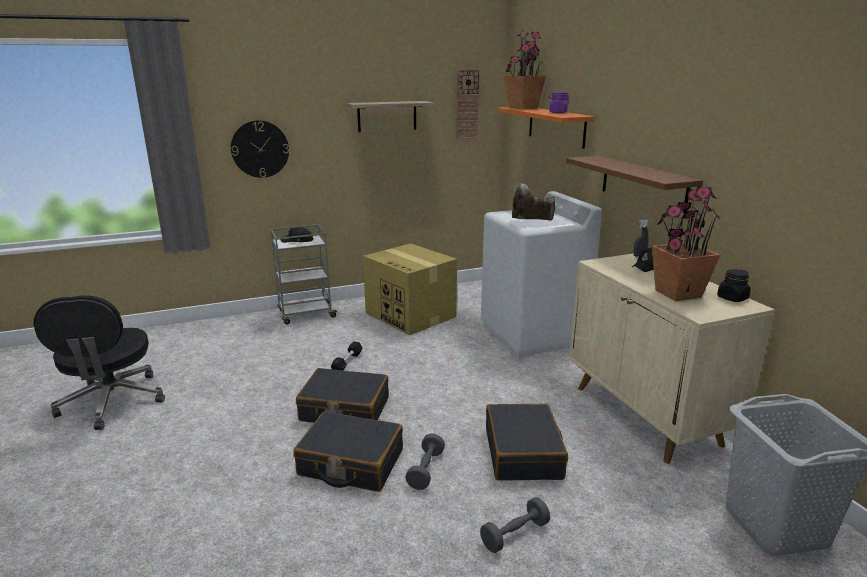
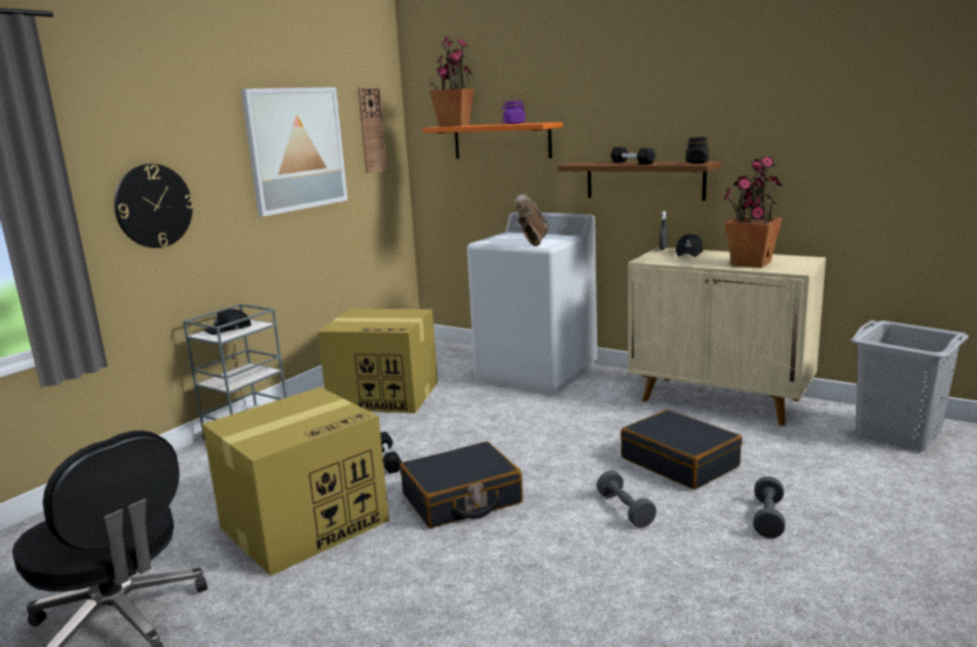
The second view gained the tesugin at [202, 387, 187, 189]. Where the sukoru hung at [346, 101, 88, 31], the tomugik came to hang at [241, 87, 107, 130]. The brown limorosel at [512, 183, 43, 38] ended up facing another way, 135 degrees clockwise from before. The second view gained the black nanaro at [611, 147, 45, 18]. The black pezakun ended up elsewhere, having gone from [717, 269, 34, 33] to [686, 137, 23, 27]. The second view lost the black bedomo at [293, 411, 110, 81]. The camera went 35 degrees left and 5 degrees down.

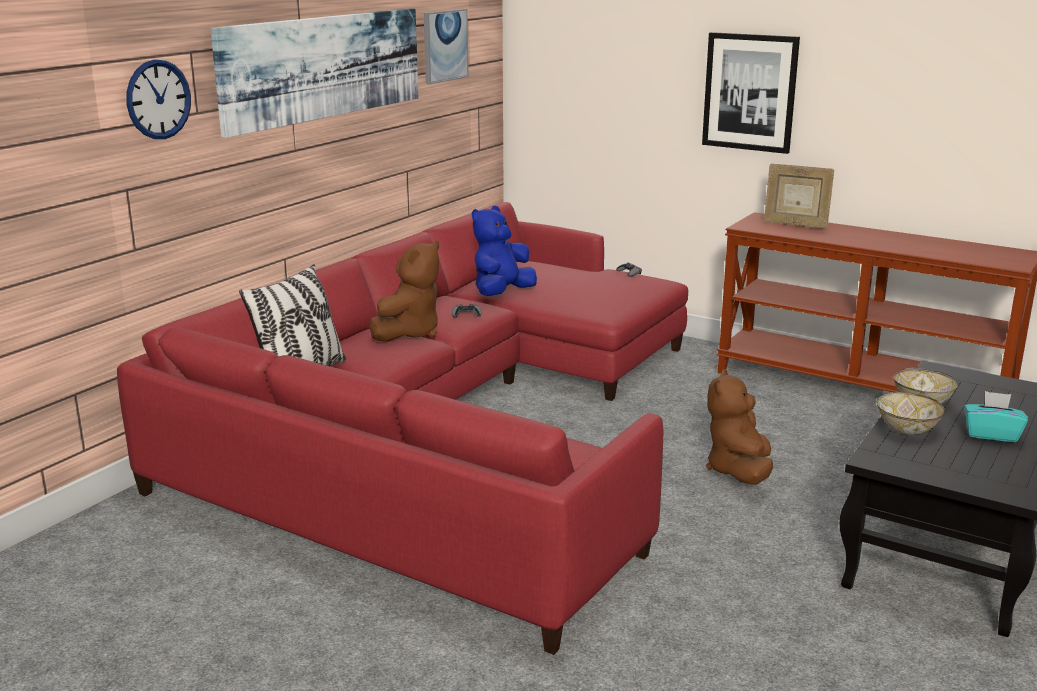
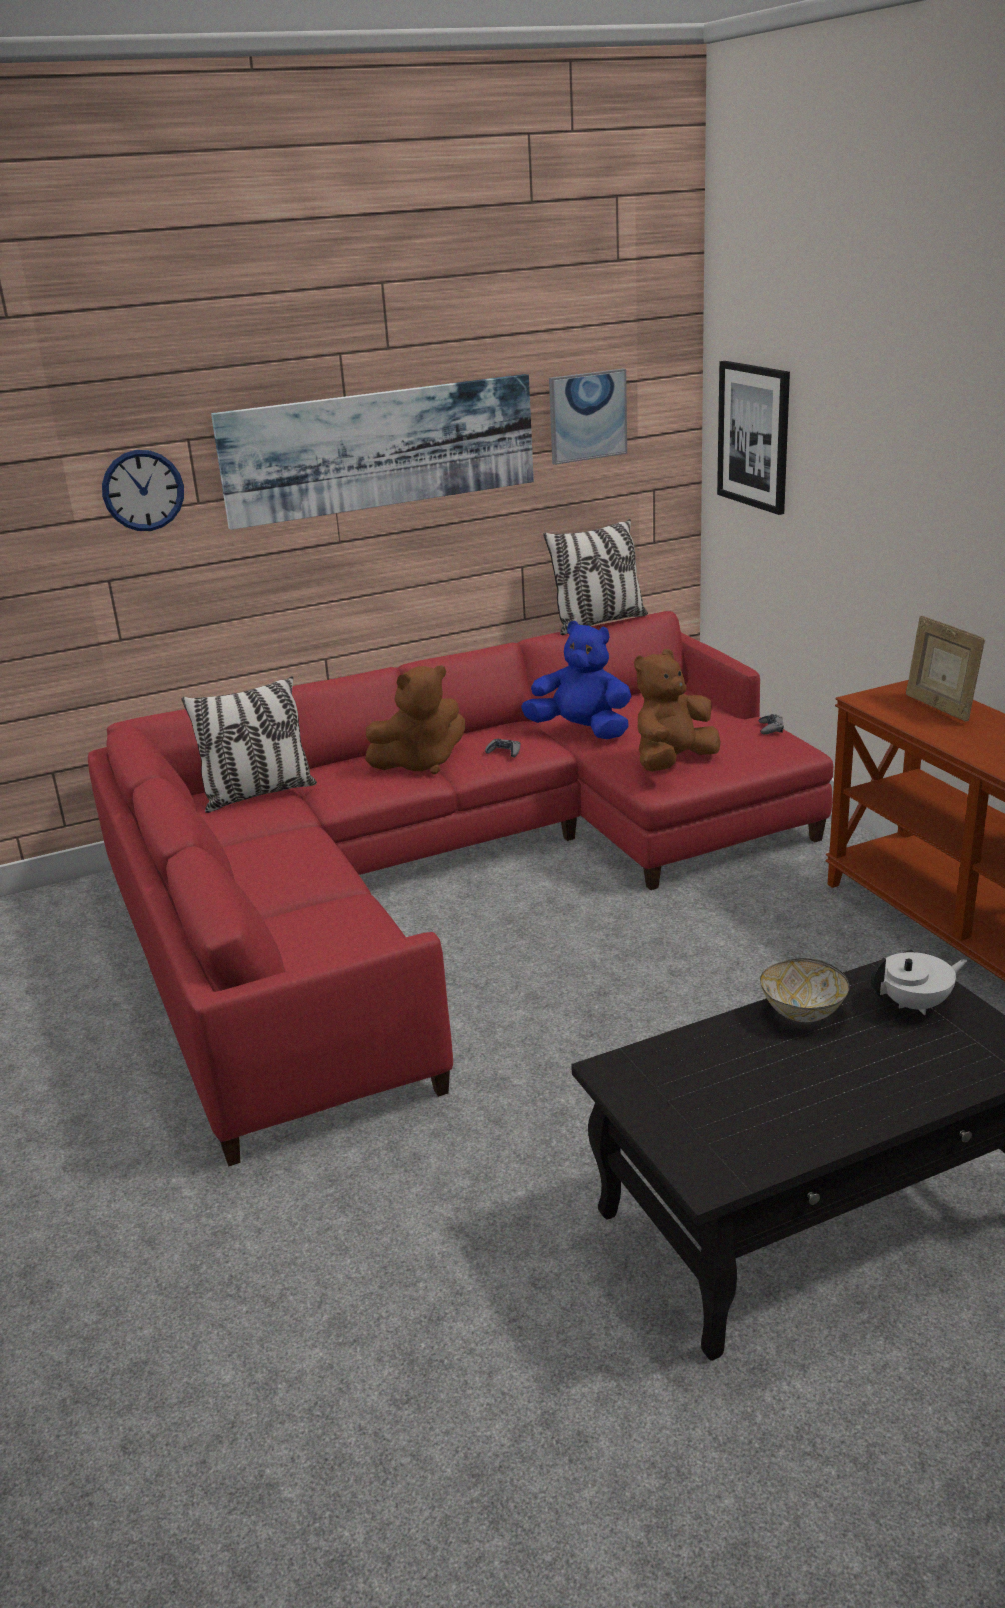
The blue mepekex at [472, 206, 65, 90] ended up facing another way, 45 degrees clockwise from before. The second view gained the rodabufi at [543, 519, 105, 116]. The brown mepekex ended up elsewhere, having gone from [706, 369, 67, 116] to [634, 649, 87, 123]. The tomugik ended up elsewhere, having gone from [702, 32, 98, 122] to [717, 361, 73, 154]. The second view gained the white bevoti at [871, 952, 96, 63]. The second view lost the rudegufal at [877, 392, 68, 43]. The second view lost the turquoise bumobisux at [964, 391, 64, 51]. The camera went 35 degrees right and 5 degrees up.

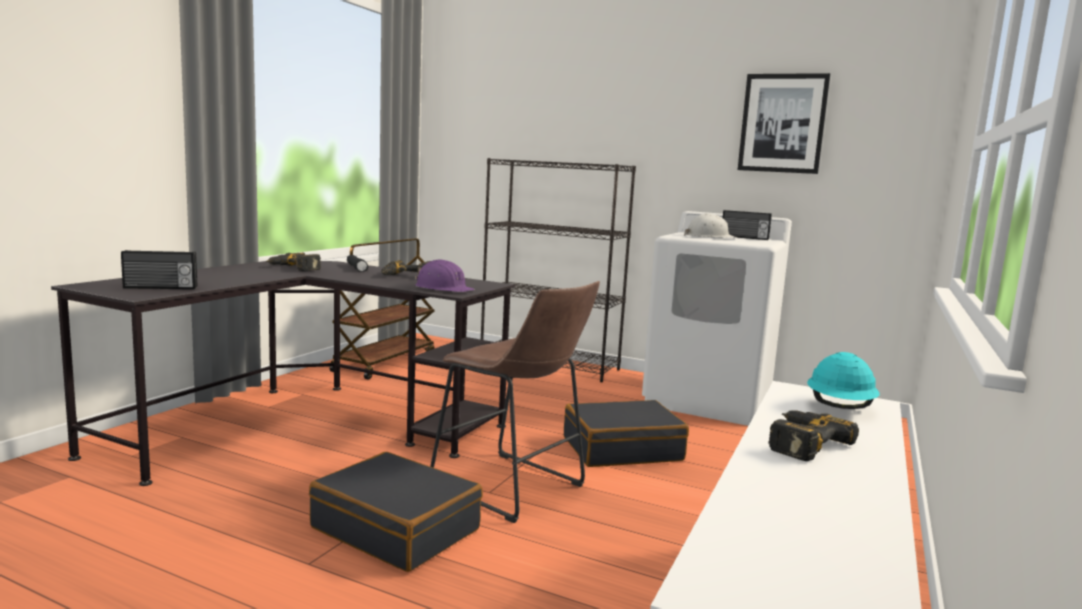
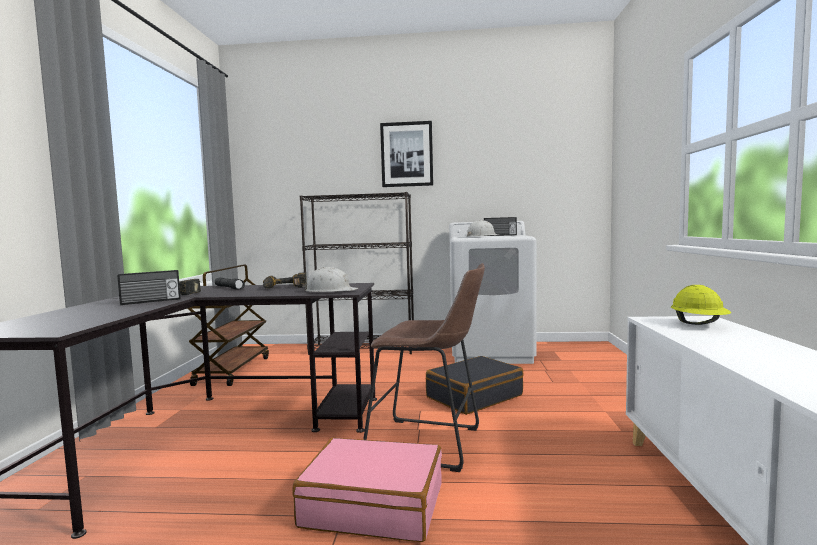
The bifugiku ended up elsewhere, having gone from [121, 250, 76, 39] to [117, 270, 64, 35]. What was the black bedomo at [309, 452, 174, 120] turned into the pink bedomo at [293, 438, 149, 104]. What was the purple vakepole at [415, 260, 60, 32] turned into the white vakepole at [302, 267, 56, 25]. The tomugik ended up elsewhere, having gone from [738, 73, 92, 101] to [380, 121, 53, 66]. What was the turquoise vakepole at [807, 352, 73, 57] turned into the yellow vakepole at [671, 285, 60, 40]. The second view lost the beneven at [768, 410, 91, 51]. The camera went 20 degrees left and 5 degrees down.

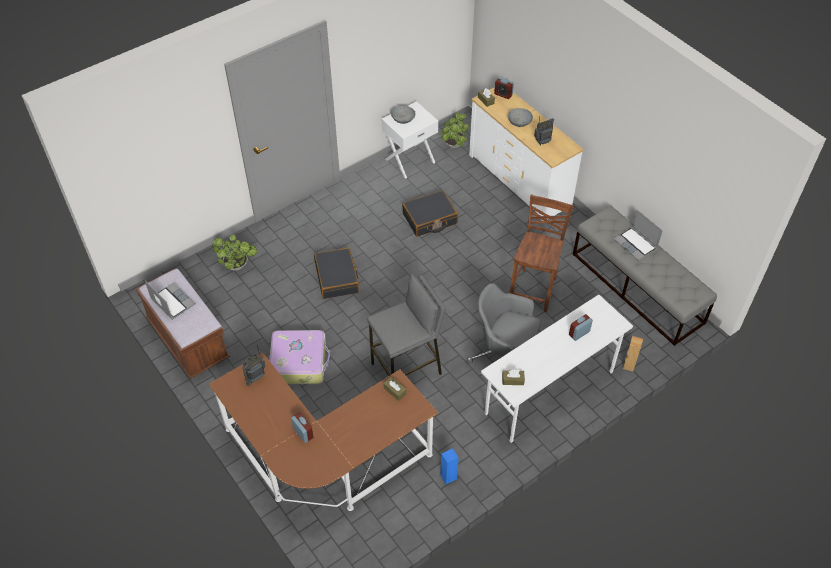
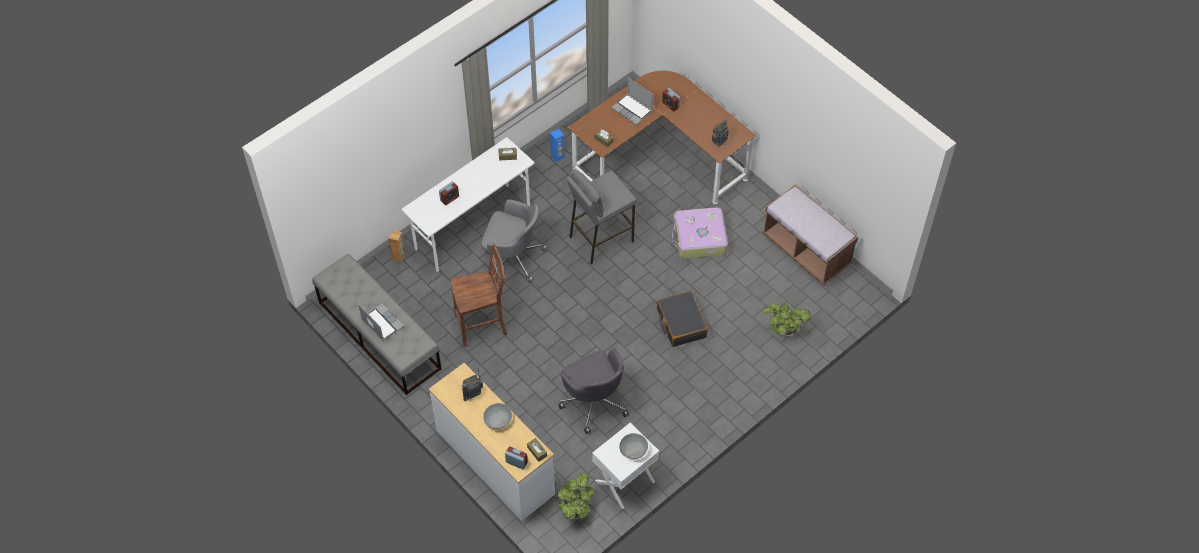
The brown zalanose at [510, 194, 64, 118] ended up facing another way, 120 degrees counterclockwise from before. Where the black bedomo stood at [402, 190, 56, 47], the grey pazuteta came to stand at [558, 348, 71, 86]. The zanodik ended up elsewhere, having gone from [144, 280, 51, 40] to [612, 78, 41, 47]. The camera went 175 degrees right and 5 degrees up.

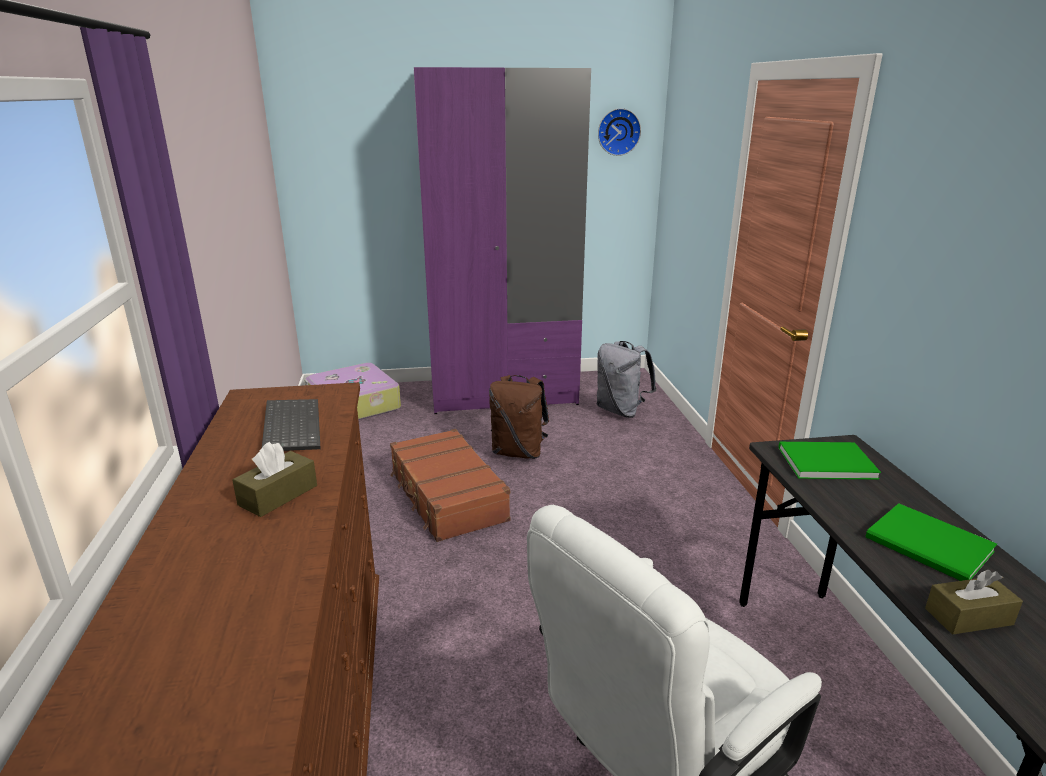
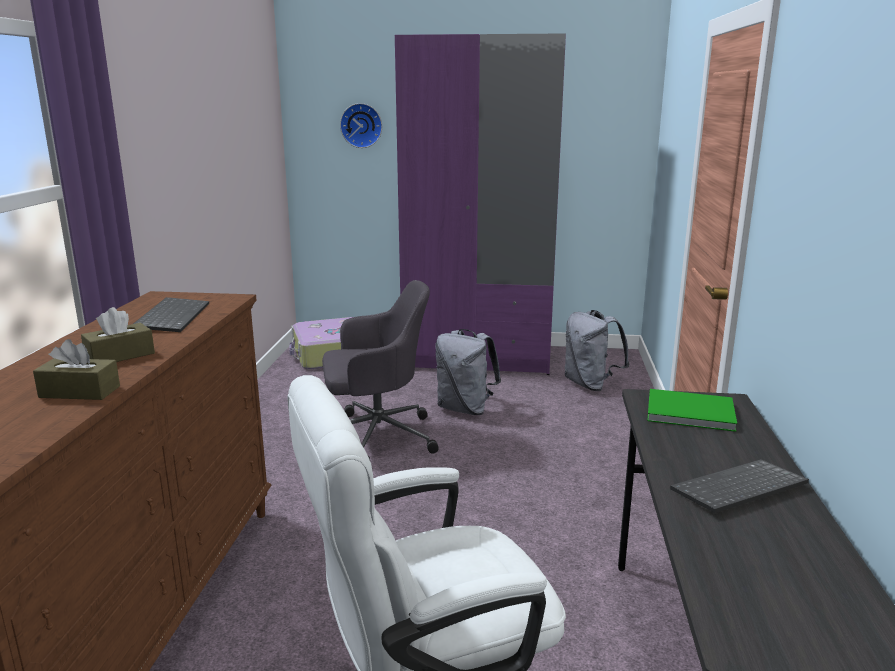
The brown bumobisux ended up elsewhere, having gone from [925, 570, 98, 65] to [33, 339, 87, 61]. Where the brown bedomo stood at [390, 429, 120, 113], the grey pazuteta came to stand at [322, 280, 117, 182]. The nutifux ended up elsewhere, having gone from [598, 108, 43, 48] to [340, 103, 42, 45]. What was the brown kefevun at [489, 375, 60, 84] turned into the grey kefevun at [435, 329, 66, 86]. Where the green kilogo stood at [866, 503, 131, 78], the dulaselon came to stand at [670, 459, 139, 54]. The camera went 15 degrees right and 5 degrees down.

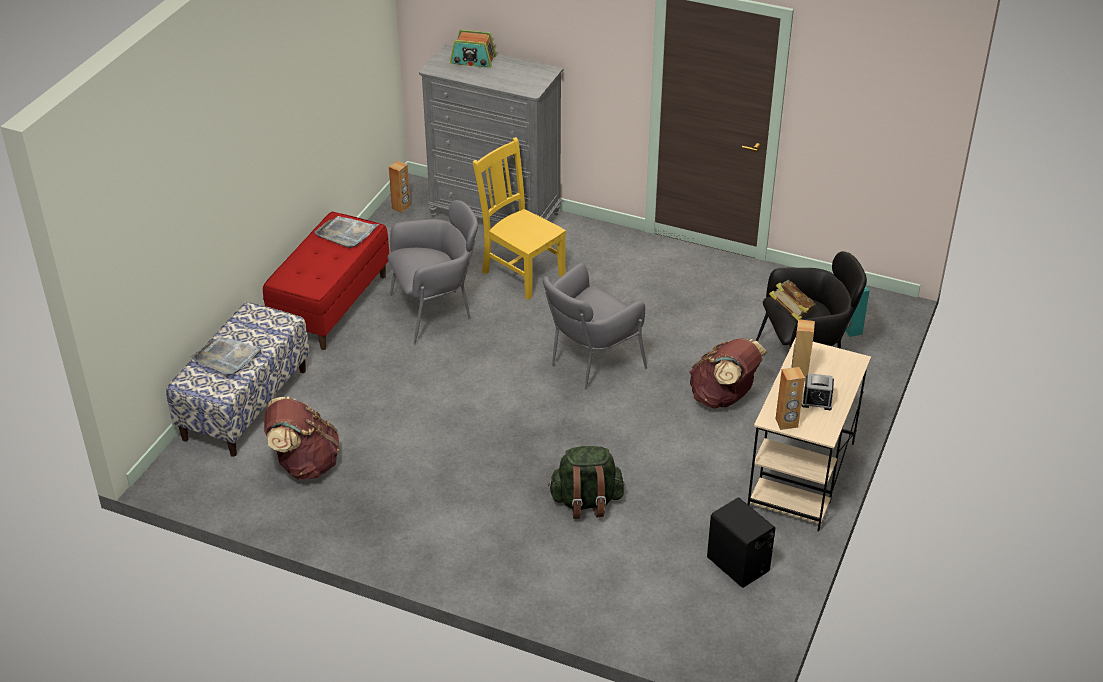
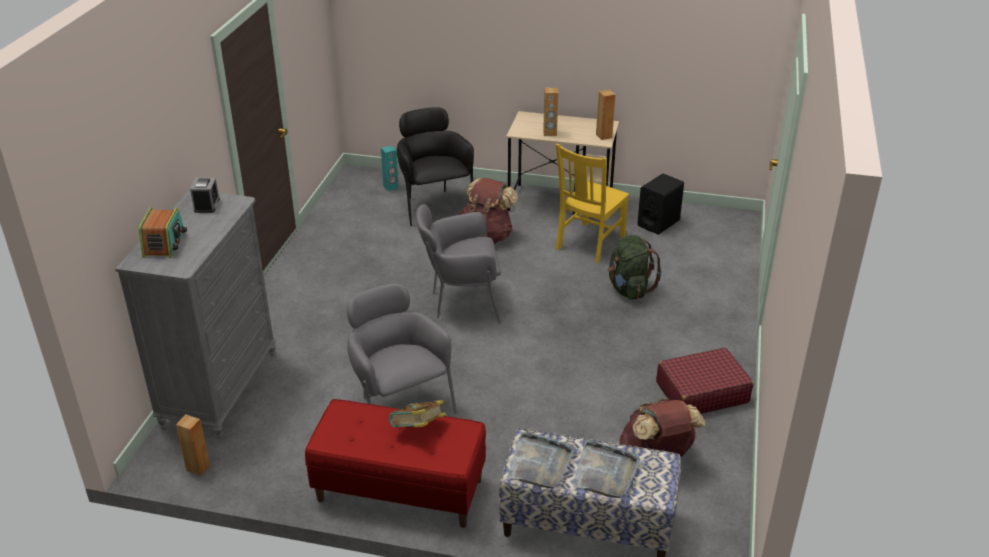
The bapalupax ended up elsewhere, having gone from [801, 373, 33, 37] to [190, 178, 30, 35]. The kilogo ended up elsewhere, having gone from [769, 280, 46, 40] to [389, 400, 57, 27]. The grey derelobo at [543, 263, 104, 127] ended up facing another way, 135 degrees clockwise from before. The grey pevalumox ended up elsewhere, having gone from [315, 216, 64, 32] to [507, 432, 68, 56]. The yellow zalanose ended up elsewhere, having gone from [473, 137, 93, 163] to [556, 144, 73, 119]. The second view gained the red bedomo at [656, 347, 98, 67]. The camera went 100 degrees left and 5 degrees down.

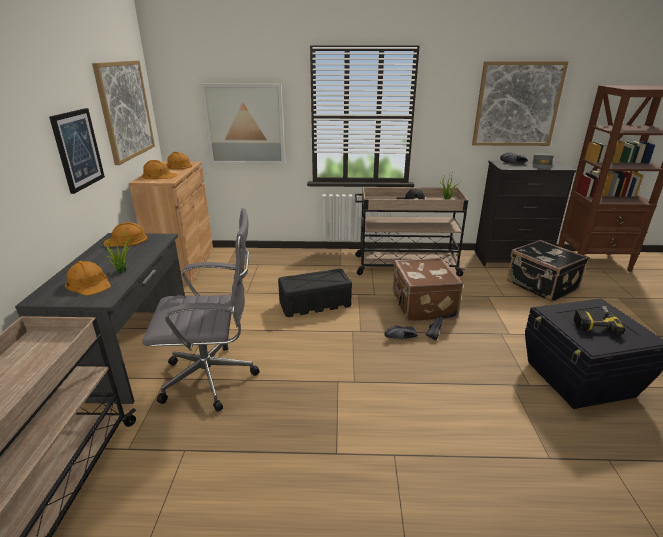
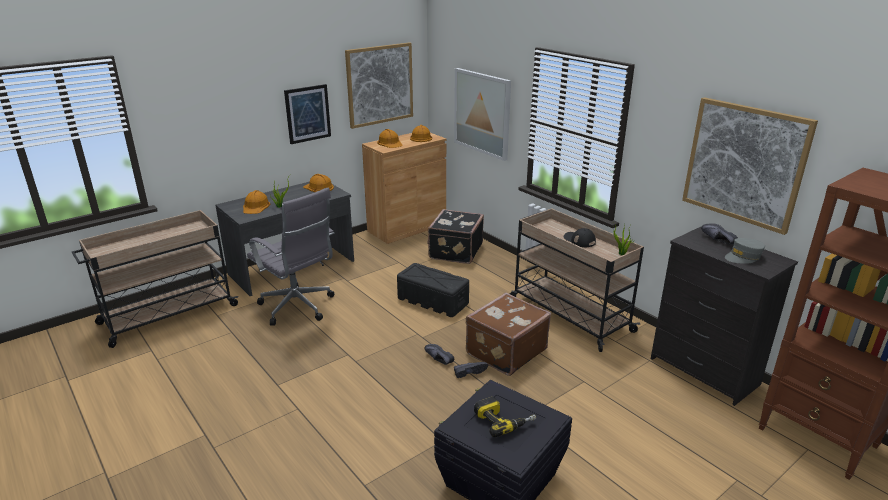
The black bedomo ended up elsewhere, having gone from [507, 240, 81, 62] to [427, 209, 57, 55]. The camera went 50 degrees right and 0 degrees up.

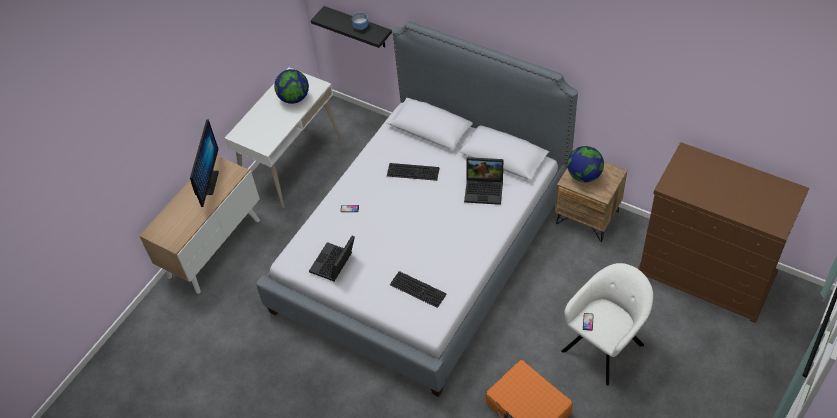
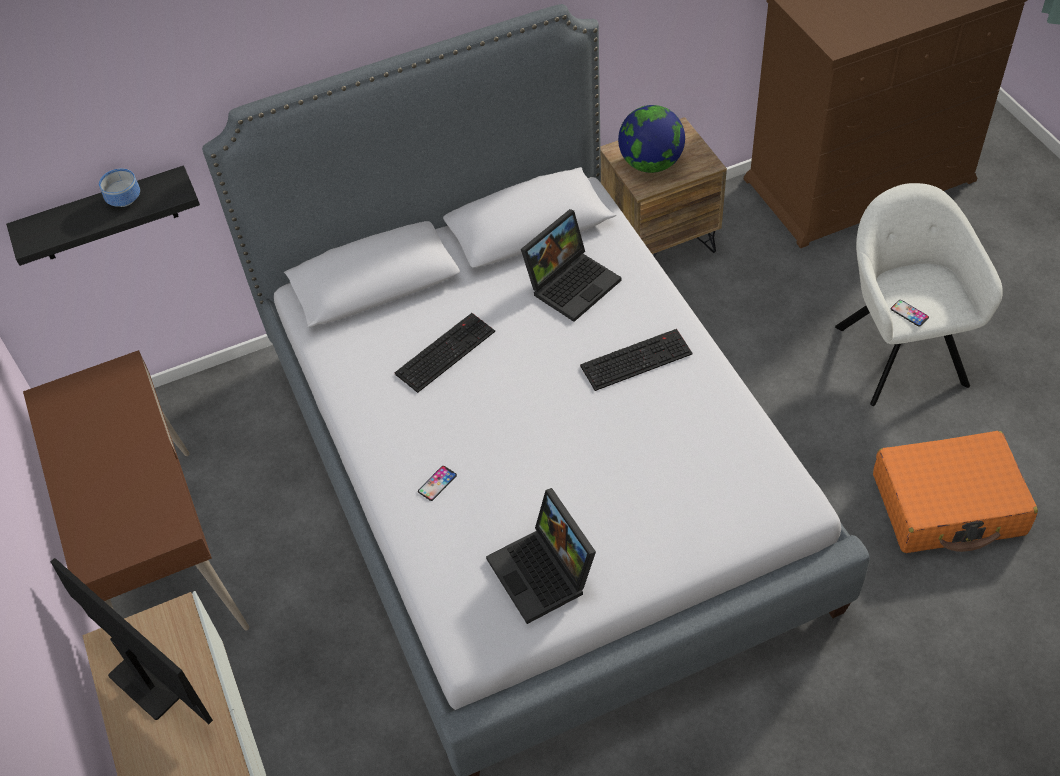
What was the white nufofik at [224, 67, 118, 141] turned into the brown nufofik at [23, 350, 226, 280]. The dulaselon ended up elsewhere, having gone from [390, 271, 57, 37] to [580, 329, 113, 62]. The second view lost the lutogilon at [274, 69, 35, 35]. The camera went 55 degrees left and 0 degrees up.

